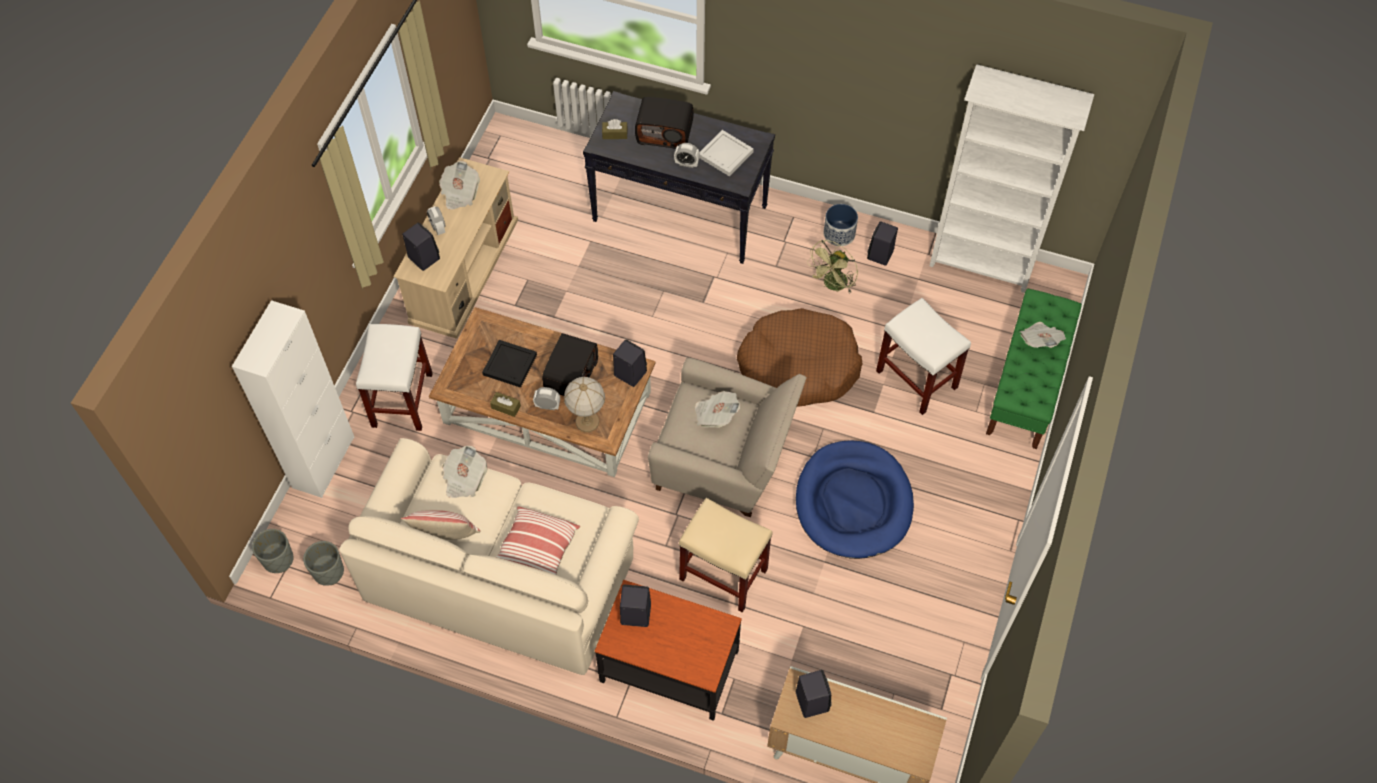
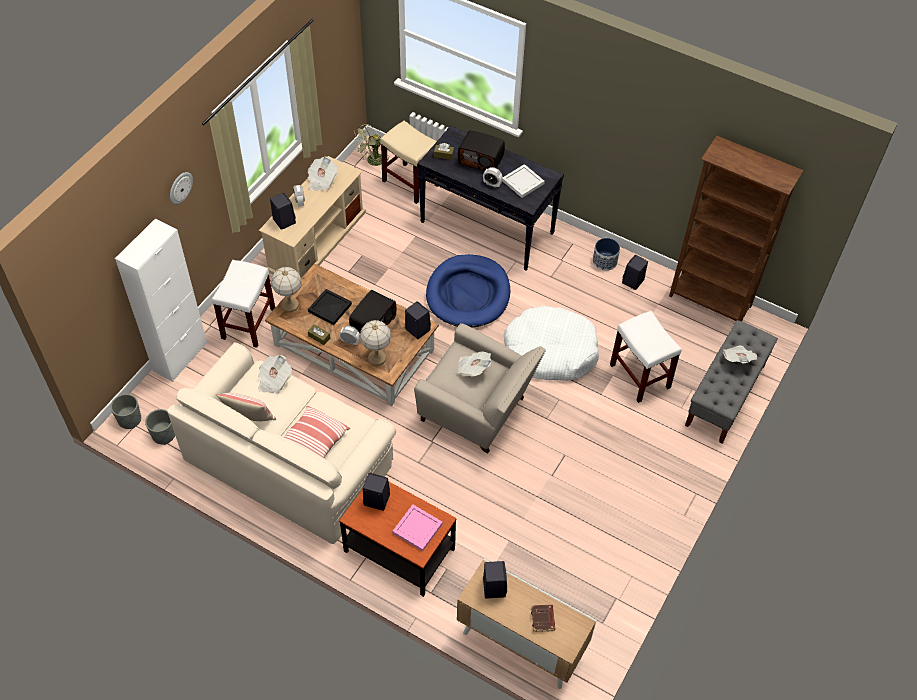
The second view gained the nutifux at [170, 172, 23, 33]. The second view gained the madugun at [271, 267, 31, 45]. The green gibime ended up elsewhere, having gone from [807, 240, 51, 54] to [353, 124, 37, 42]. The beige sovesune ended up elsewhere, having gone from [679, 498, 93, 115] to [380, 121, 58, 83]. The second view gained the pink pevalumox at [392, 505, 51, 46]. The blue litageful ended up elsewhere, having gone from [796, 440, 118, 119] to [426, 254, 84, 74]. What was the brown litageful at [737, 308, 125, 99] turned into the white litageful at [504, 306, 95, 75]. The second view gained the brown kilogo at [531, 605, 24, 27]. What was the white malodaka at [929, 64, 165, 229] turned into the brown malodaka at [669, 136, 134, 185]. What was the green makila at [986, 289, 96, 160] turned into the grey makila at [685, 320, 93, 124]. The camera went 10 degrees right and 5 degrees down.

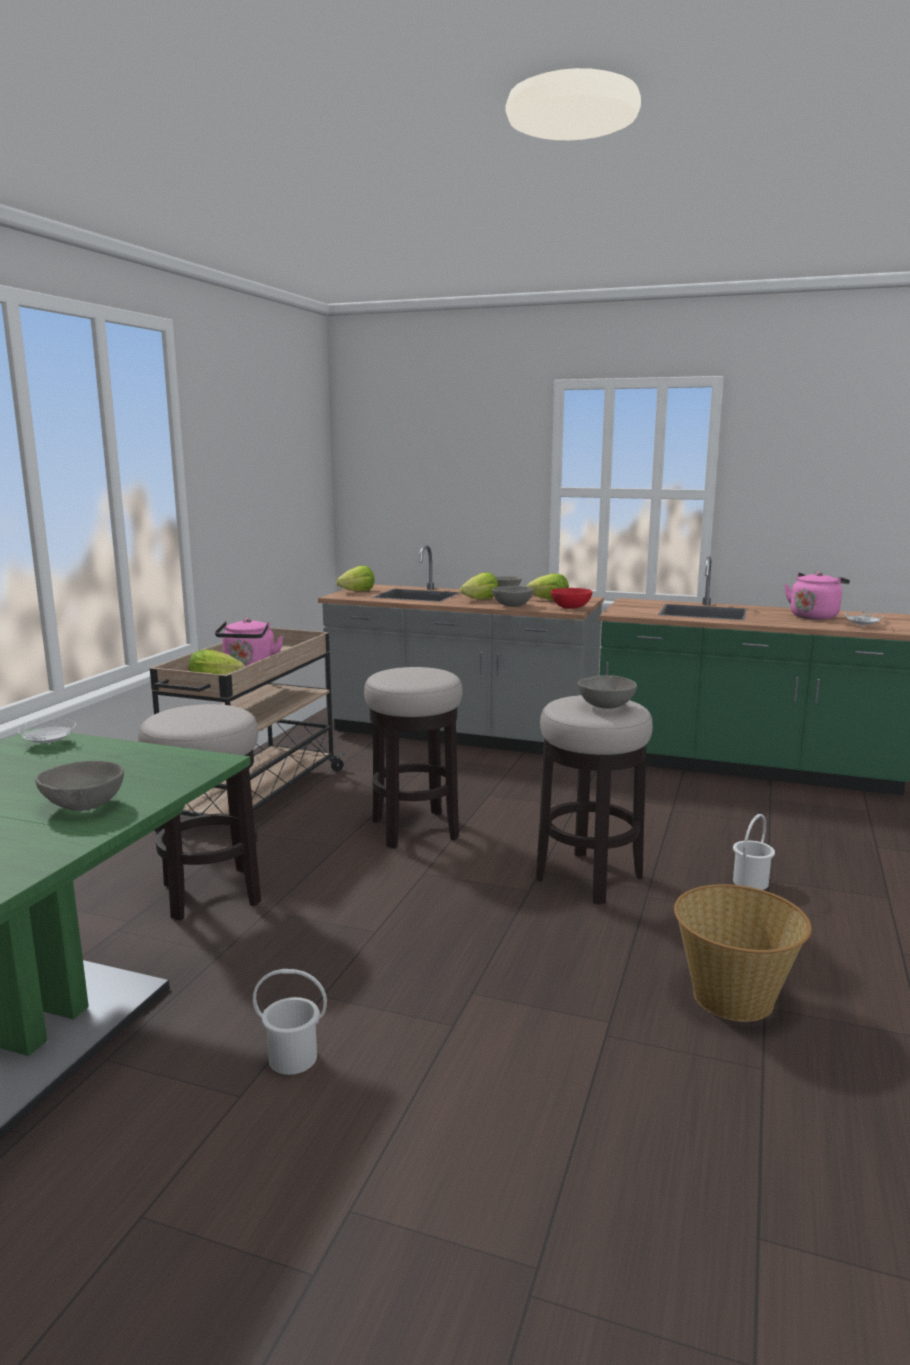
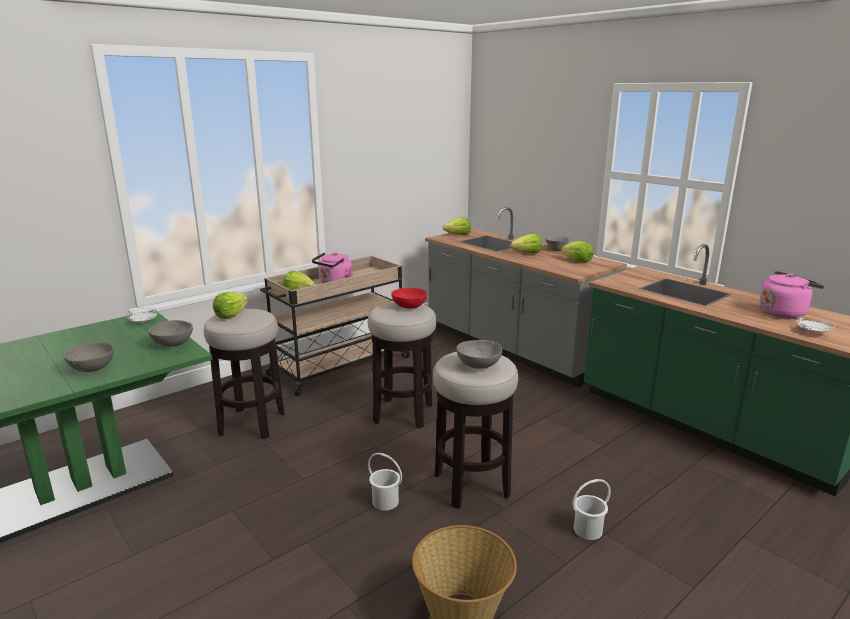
The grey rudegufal ended up elsewhere, having gone from [492, 586, 41, 21] to [148, 320, 45, 27]. The second view gained the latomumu at [213, 292, 35, 27]. The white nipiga ended up elsewhere, having gone from [253, 969, 74, 106] to [368, 453, 34, 58]. The red rudegufal ended up elsewhere, having gone from [551, 588, 41, 21] to [391, 288, 37, 21]. The camera went 30 degrees right and 5 degrees up.

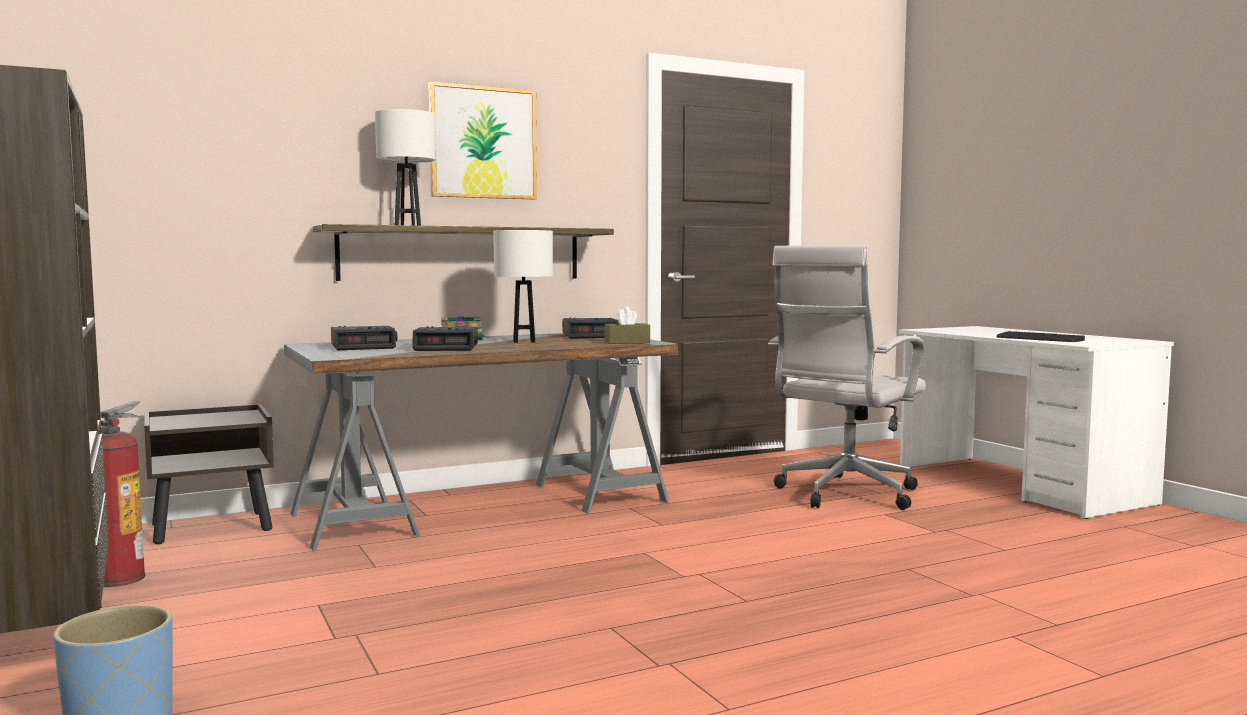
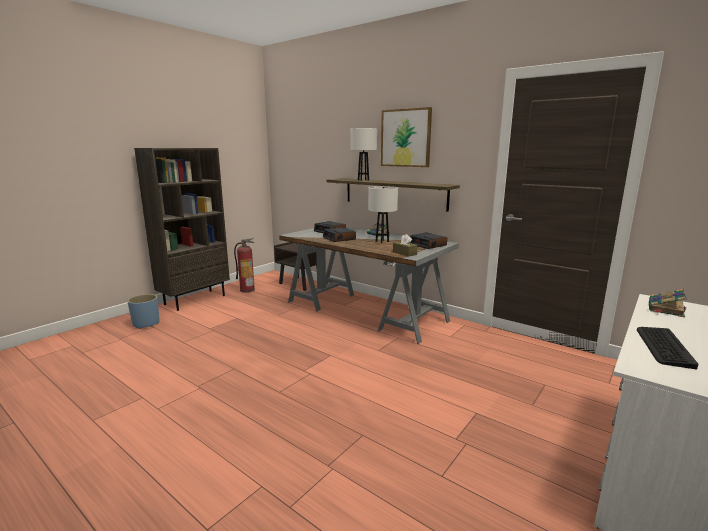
The second view gained the kilogo at [649, 289, 38, 28]. The second view lost the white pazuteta at [768, 245, 158, 265]. The camera went 65 degrees right and 10 degrees up.

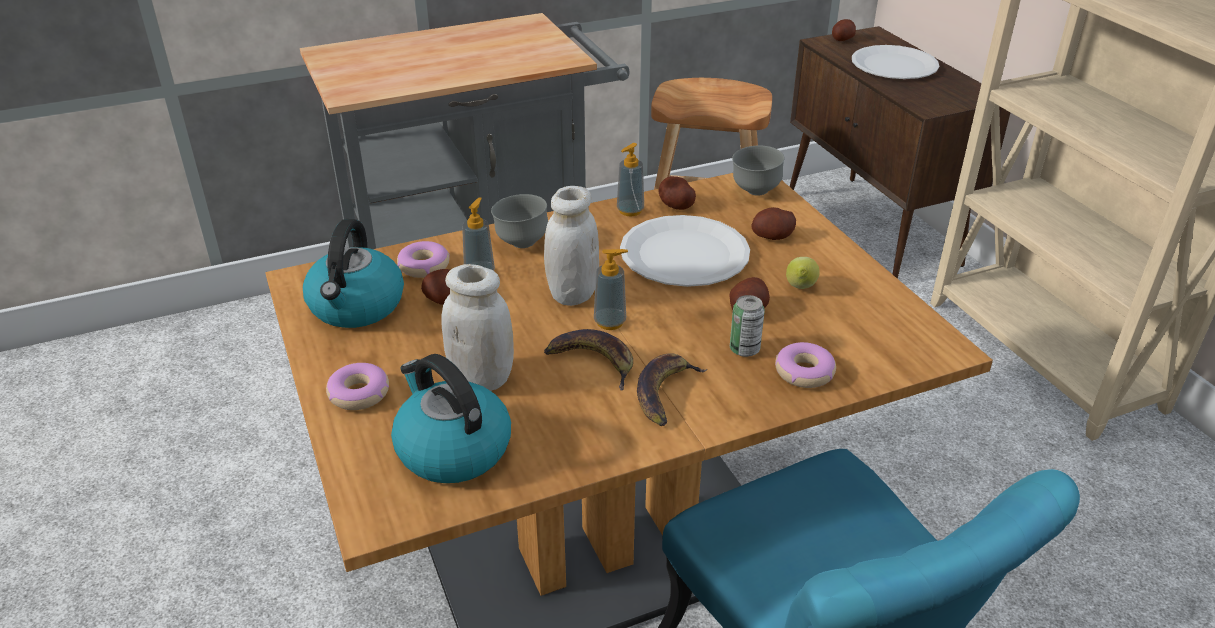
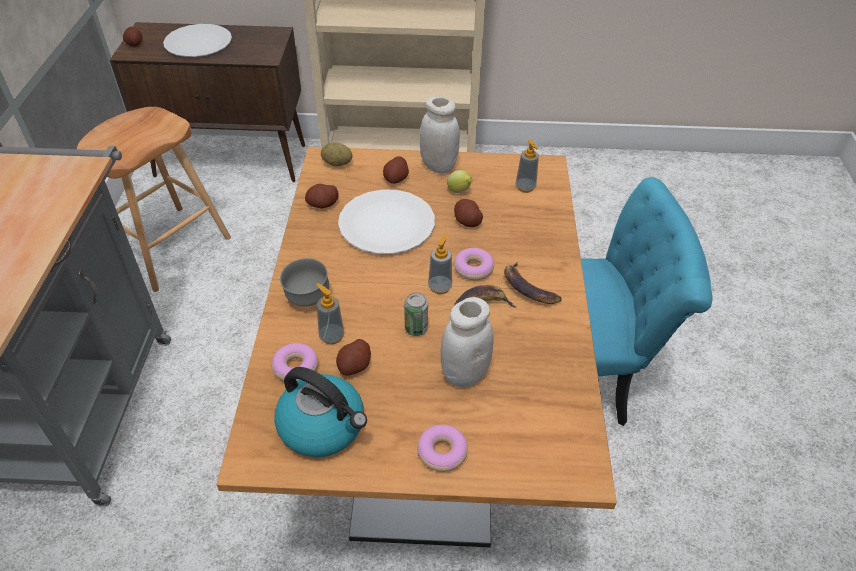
Where the grey rudegufal stood at [732, 146, 53, 50], the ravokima came to stand at [321, 142, 32, 24]. The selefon ended up elsewhere, having gone from [730, 295, 35, 62] to [404, 292, 24, 44]. The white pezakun ended up elsewhere, having gone from [544, 186, 55, 120] to [420, 96, 40, 77]. The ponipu ended up elsewhere, having gone from [775, 342, 61, 46] to [454, 248, 40, 32]. The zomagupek ended up elsewhere, having gone from [617, 143, 27, 73] to [516, 139, 23, 54]. The second view lost the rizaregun at [391, 354, 120, 129]. The camera went 65 degrees left and 10 degrees up.

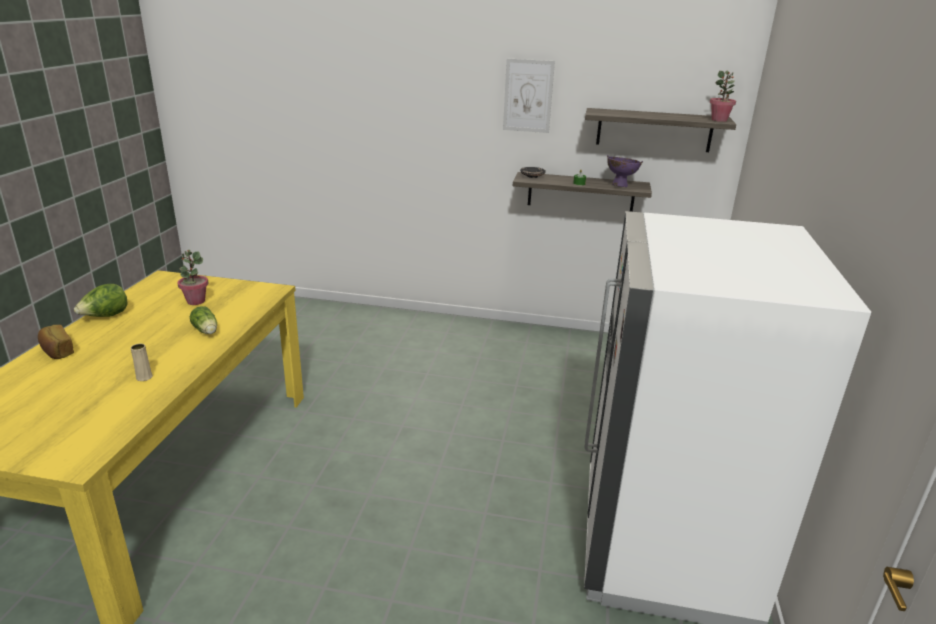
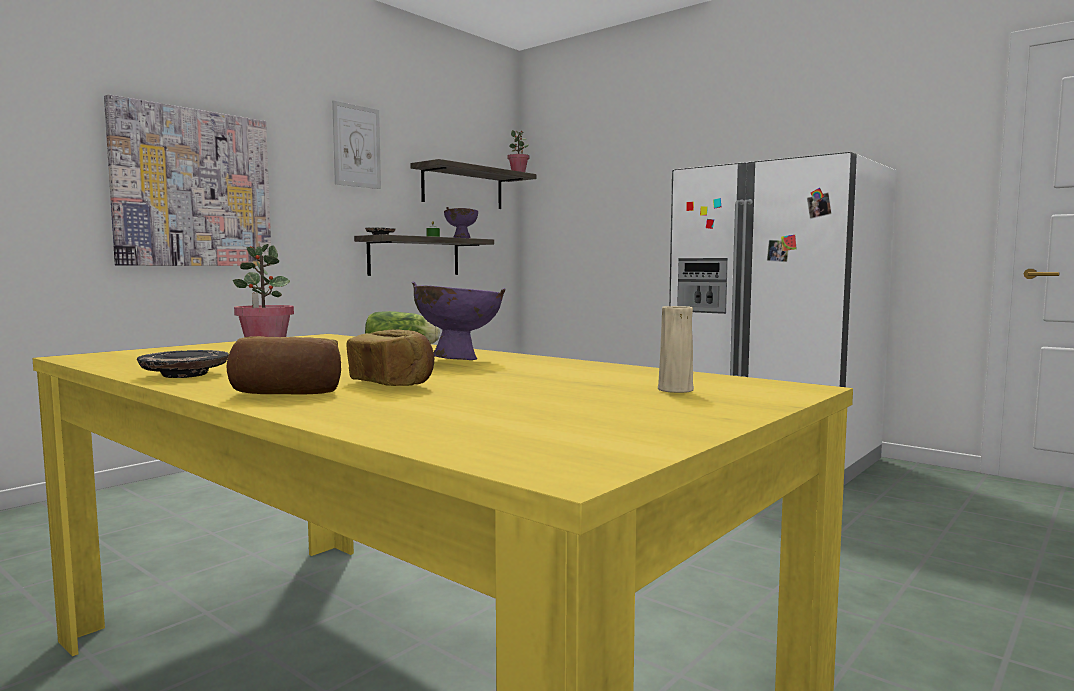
The second view gained the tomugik at [104, 94, 168, 172]. Where the latomumu stood at [74, 284, 54, 33], the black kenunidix came to stand at [137, 350, 92, 28]. The second view gained the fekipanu at [346, 330, 88, 56]. The second view gained the purple rudegufal at [412, 281, 93, 79]. The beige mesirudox ended up elsewhere, having gone from [131, 344, 22, 37] to [658, 306, 36, 87]. The camera went 60 degrees left and 20 degrees down.

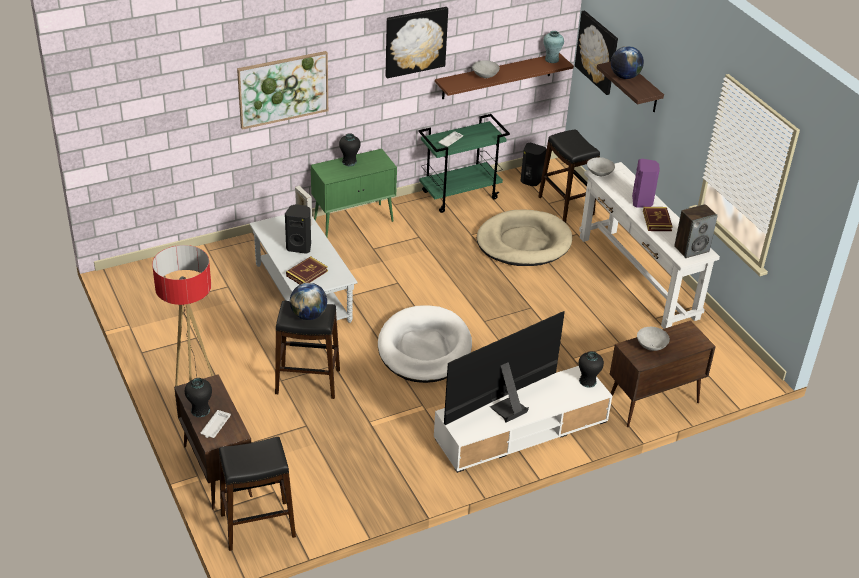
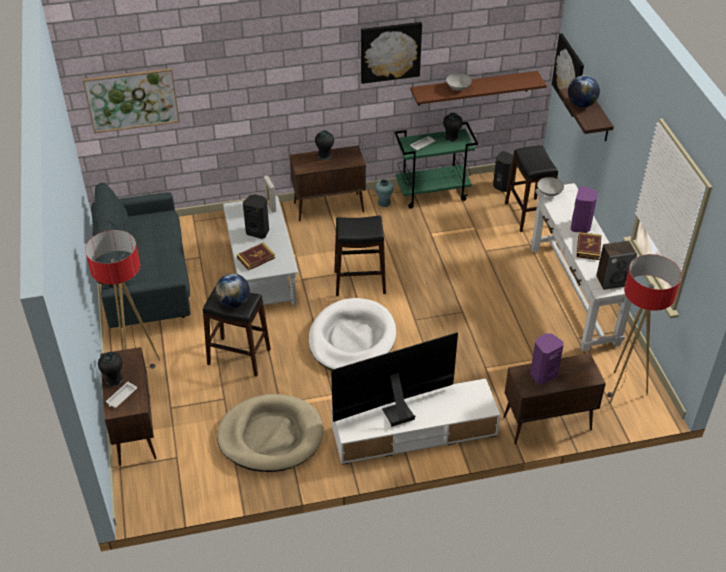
The tomugik ended up elsewhere, having gone from [237, 51, 91, 79] to [83, 68, 97, 65]. The second view gained the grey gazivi at [91, 183, 100, 145]. The beige litageful ended up elsewhere, having gone from [477, 210, 95, 56] to [217, 394, 107, 78]. What was the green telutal at [311, 149, 86, 88] turned into the brown telutal at [290, 145, 76, 77]. The black sovesune ended up elsewhere, having gone from [219, 437, 77, 114] to [334, 216, 52, 80]. The turquoise mesirudox ended up elsewhere, having gone from [543, 31, 21, 32] to [375, 179, 19, 28]. The black mesirudox ended up elsewhere, having gone from [579, 351, 25, 37] to [443, 113, 20, 29]. Where the grey rudegufal stood at [637, 327, 33, 24], the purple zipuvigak came to stand at [530, 333, 34, 52]. The second view gained the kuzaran at [607, 254, 75, 149]. The camera went 15 degrees right and 5 degrees up.

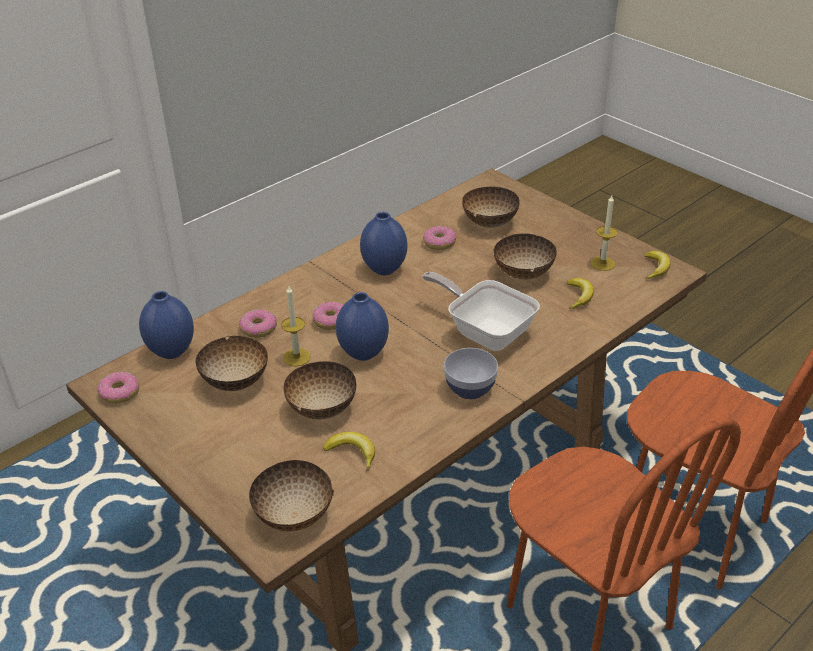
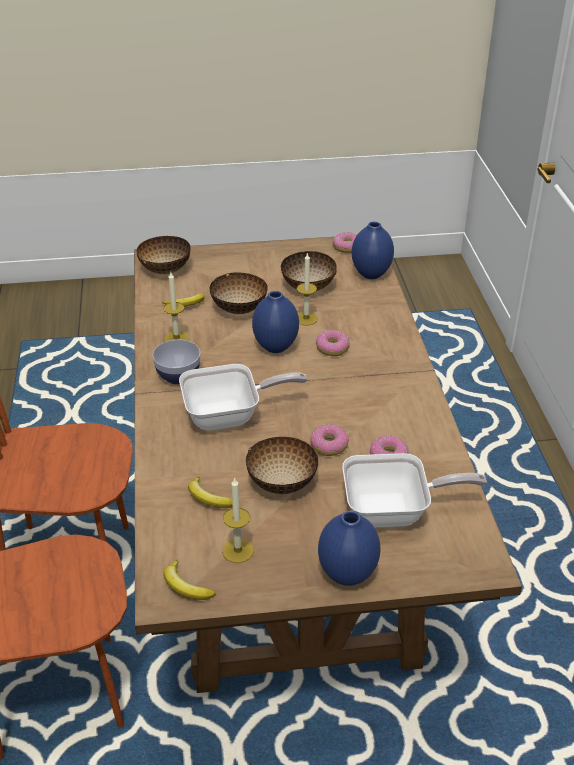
The second view gained the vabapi at [163, 272, 26, 70]. The ponipu ended up elsewhere, having gone from [239, 309, 38, 29] to [310, 424, 39, 32]. The blue mesirudox ended up elsewhere, having gone from [360, 212, 47, 63] to [318, 511, 62, 75]. Where the rudegufal stood at [462, 187, 58, 41], the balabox came to stand at [342, 453, 145, 74]. The camera went 125 degrees right and 0 degrees up.

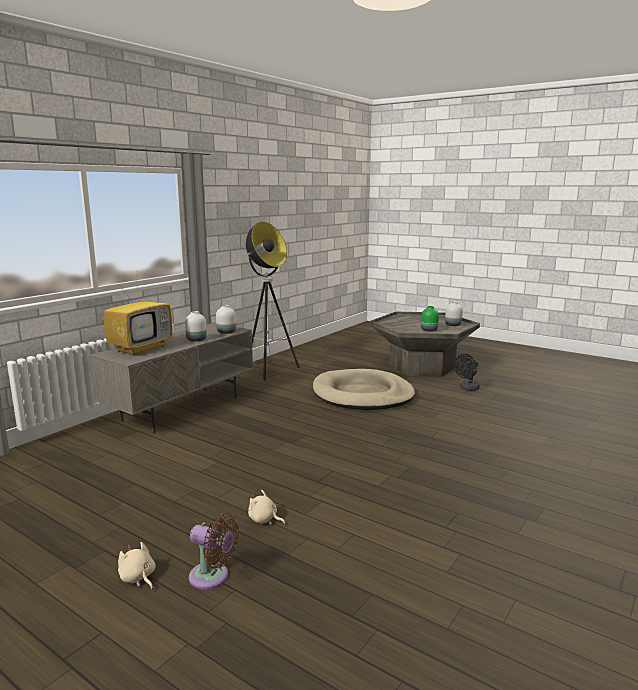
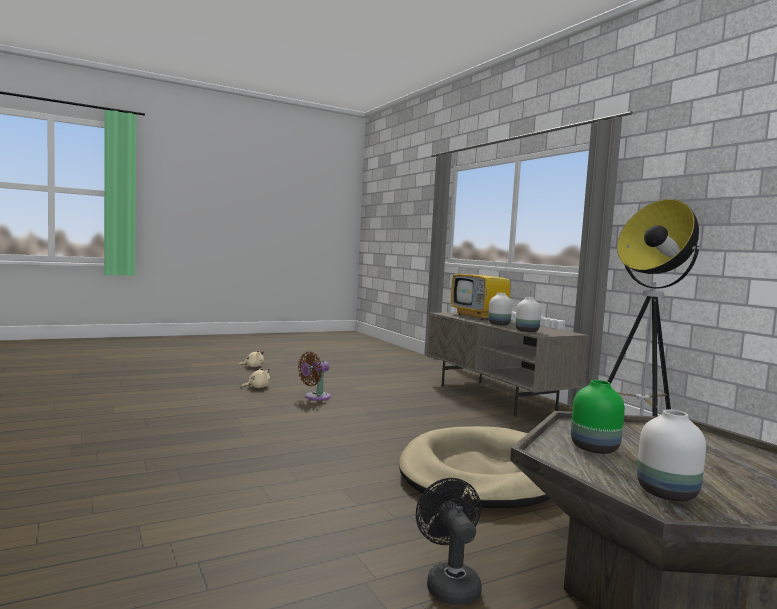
The brown gibime ended up elsewhere, having gone from [189, 513, 50, 76] to [298, 352, 33, 48]. The camera went 115 degrees right and 10 degrees down.

